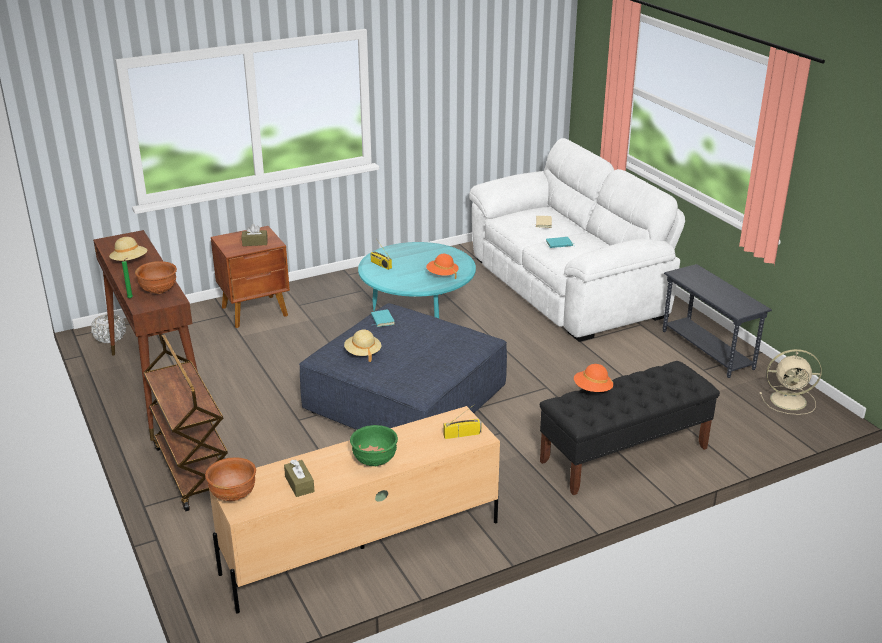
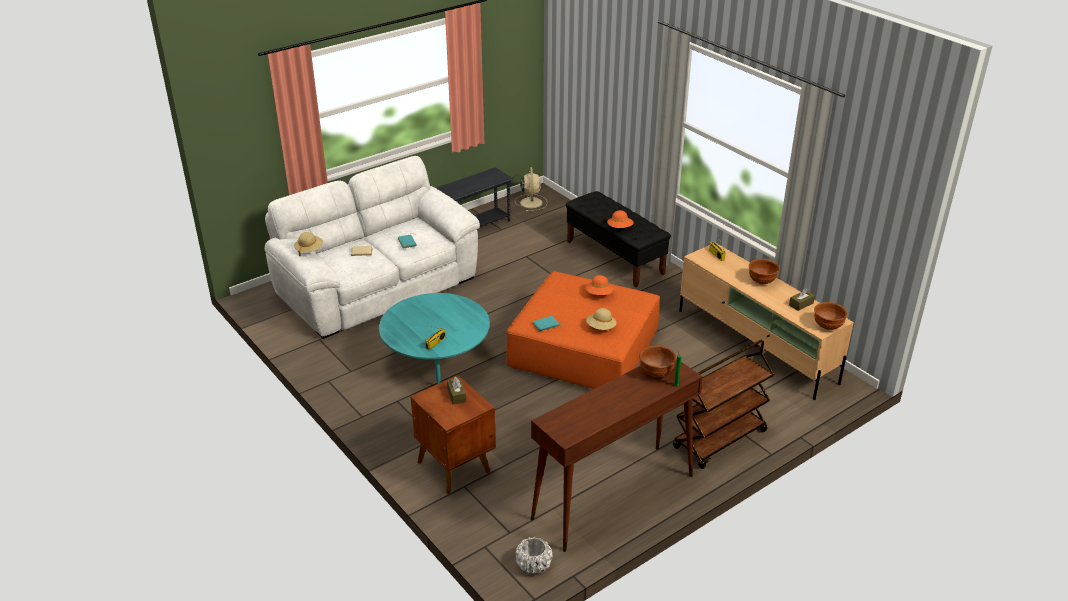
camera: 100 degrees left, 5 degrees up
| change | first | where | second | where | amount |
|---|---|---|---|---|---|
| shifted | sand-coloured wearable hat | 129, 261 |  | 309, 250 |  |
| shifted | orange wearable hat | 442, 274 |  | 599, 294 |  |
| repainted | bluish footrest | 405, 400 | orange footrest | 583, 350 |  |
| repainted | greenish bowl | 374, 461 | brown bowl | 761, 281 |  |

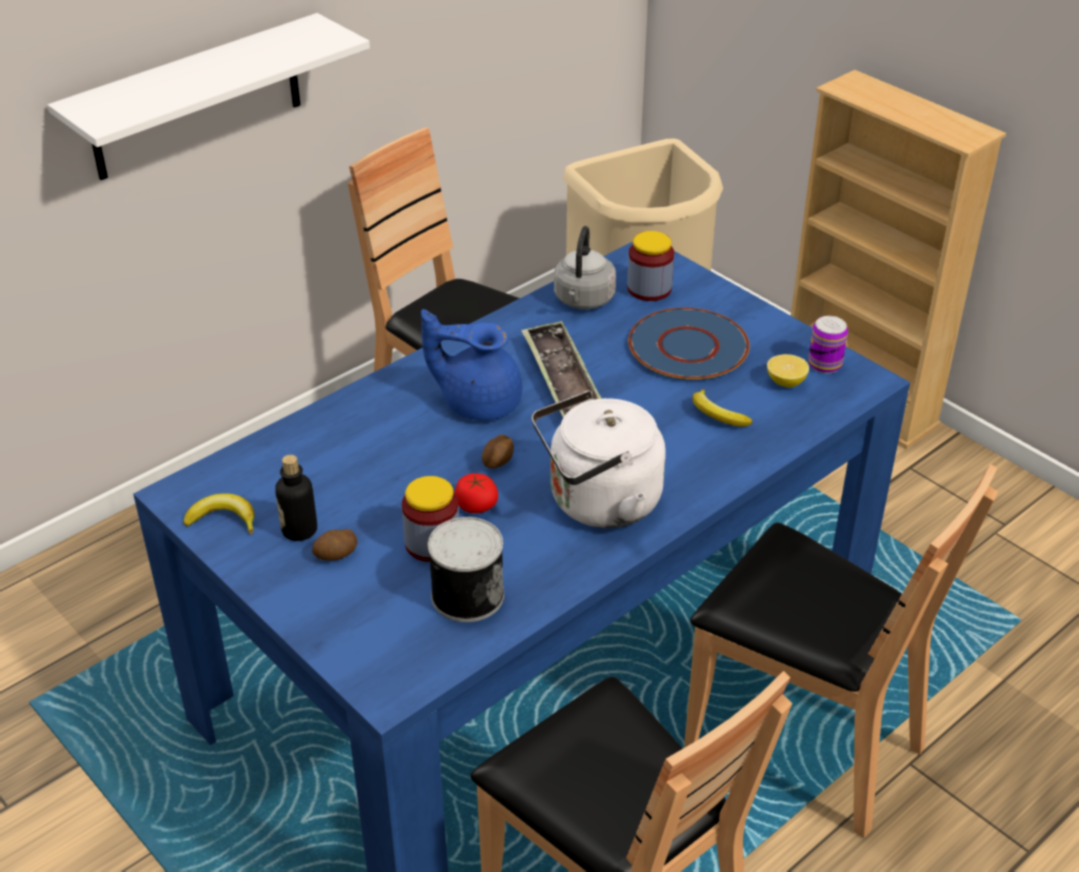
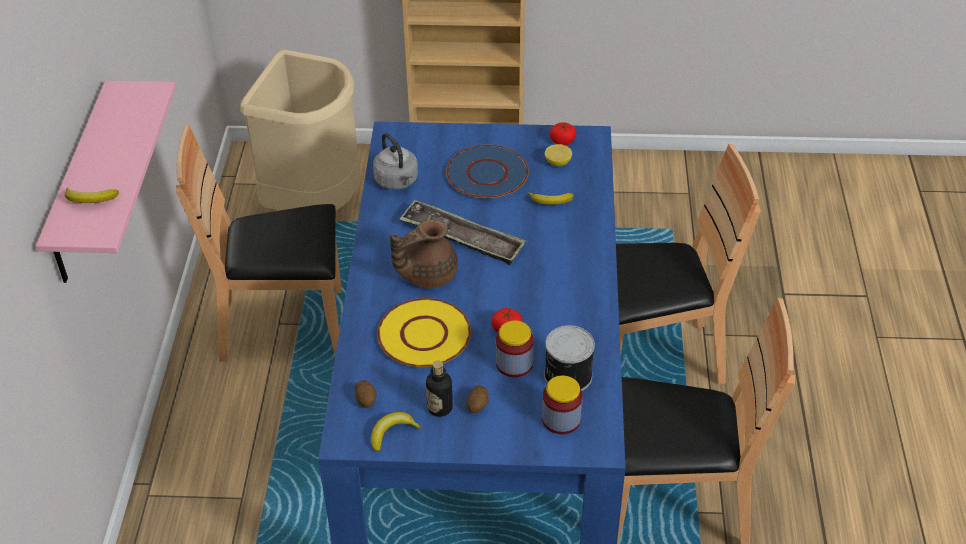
camera: 45 degrees left, 5 degrees up
| change | first | where | second | where | amount |
|---|---|---|---|---|---|
| repainted | white-coloured bracket shelf | 196, 98 | pink bracket shelf | 81, 186 |  |
| shifted | jar | 649, 289 |  | 561, 419 |  |
| repainted | bluish pot for tea | 478, 401 | brown pot for tea | 427, 275 |  |
| swapped | can | 825, 364 | tomato | 562, 141 |  |
| gone | white-coloured tea kettle | 598, 503 |  |  |  |
| shifted | potato | 498, 461 |  | 366, 399 |  |
| new |  |  | banana fruit | 90, 200 |  |
| new |  |  | yellowish flat dish | 424, 334 |  |

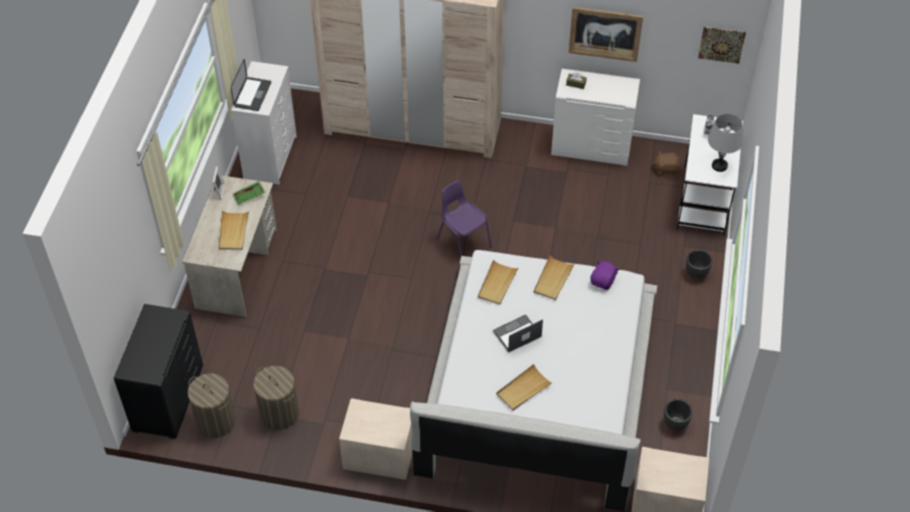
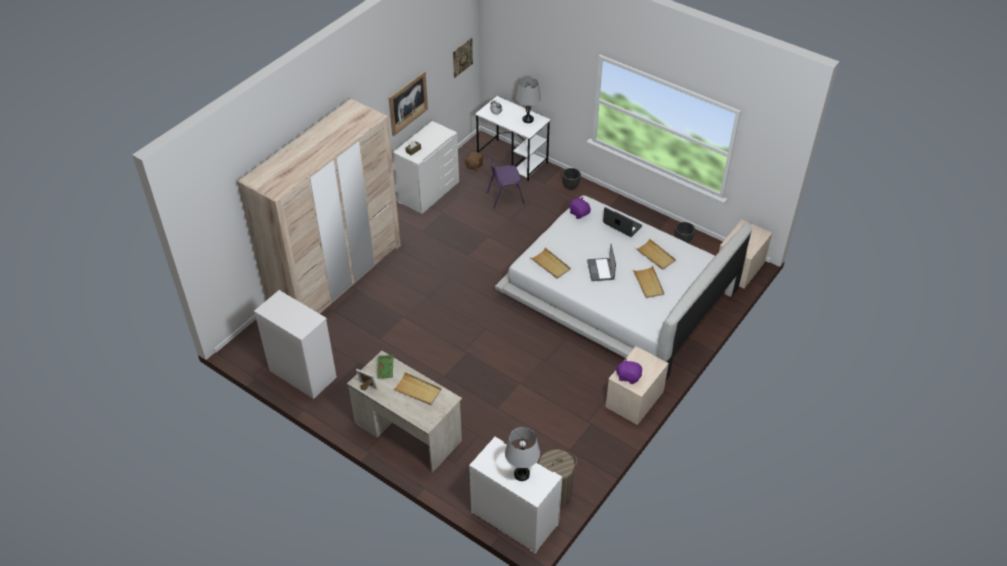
camera: 65 degrees left, 5 degrees down
| change | first | where | second | where | amount |
|---|---|---|---|---|---|
| shifted | laptop | 252, 94 |  | 622, 225 |  |
| shifted | purple upright chair | 463, 242 |  | 505, 198 |  |
| shifted | sand-coloured serving tray | 553, 279 |  | 655, 256 |  |
| repainted | blackish drawer chest | 167, 398 | white-coloured drawer chest | 514, 519 |  |
| gone | hamper | 279, 414 |  |  |  |
| new |  |  | purple cuddly toy | 628, 376 |  |
| new |  |  | grey table lamp | 521, 474 |  |

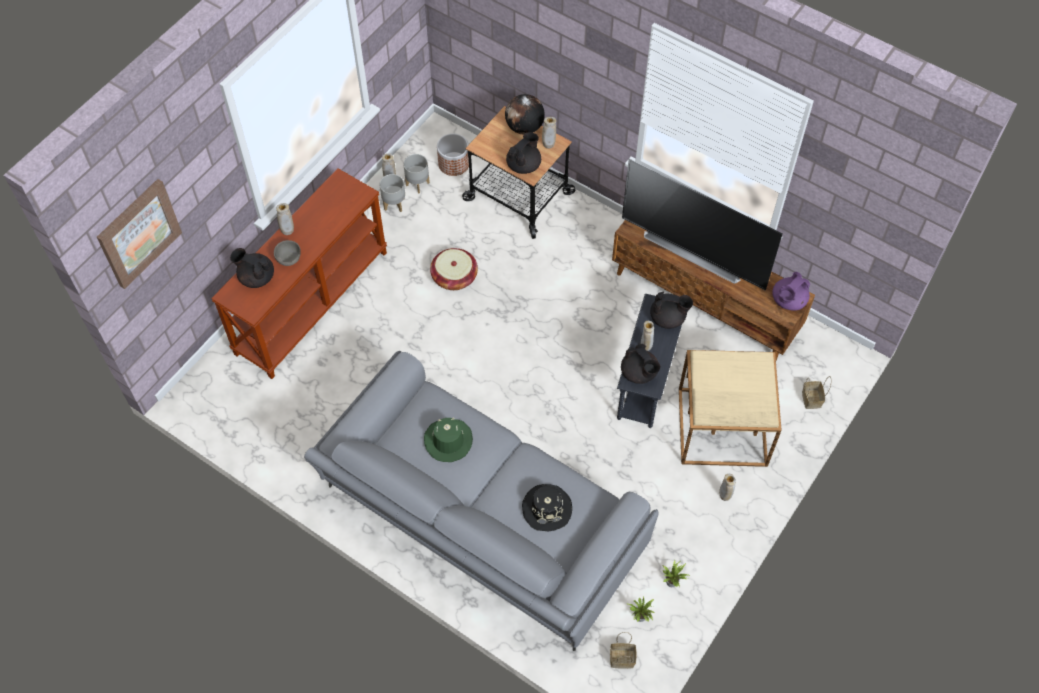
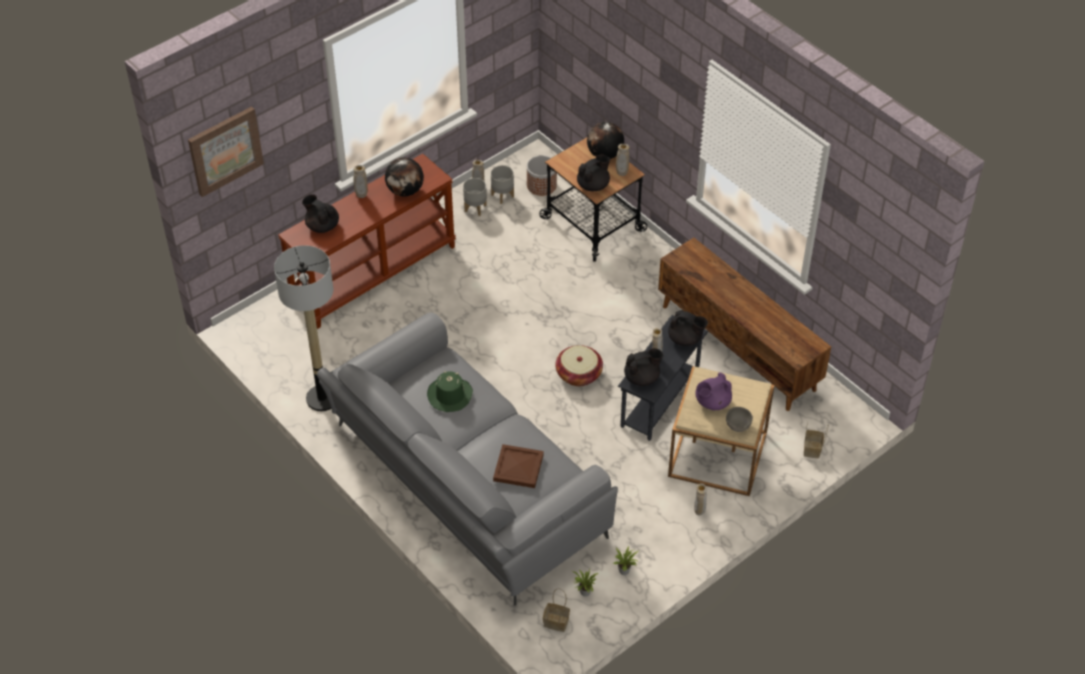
camera: 15 degrees right, 10 degrees down
| change | first | where | second | where | amount |
|---|---|---|---|---|---|
| gone | television | 695, 250 |  |  |  |
| shifted | grey bowl | 288, 259 |  | 737, 426 |  |
| shifted | basket | 454, 277 |  | 579, 374 |  |
| shifted | purple pot for tea | 788, 301 |  | 712, 402 |  |
| rotated | blackish pot for tea | 639, 373 |  | 642, 378 | 90 degrees counterclockwise |
| swapped | blackish wearable hat | 547, 508 | brown serving tray | 519, 467 |  |
| new |  |  | desk globe | 405, 191 |  |
| new |  |  | floor lamp | 322, 398 |  |

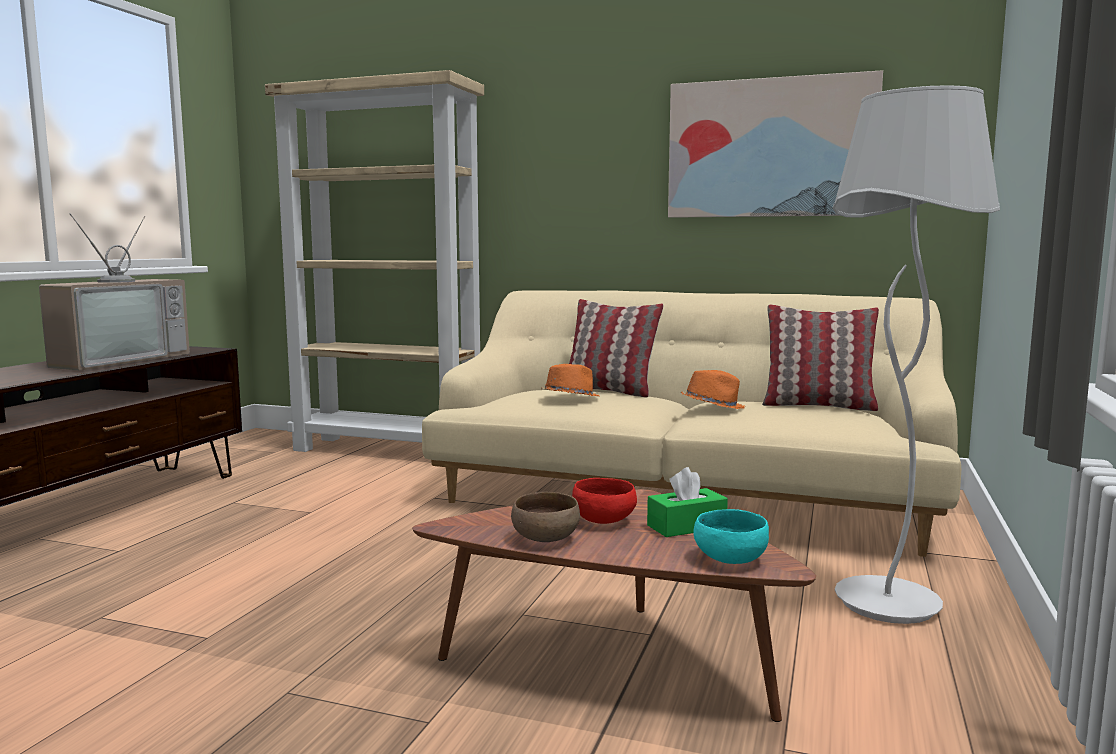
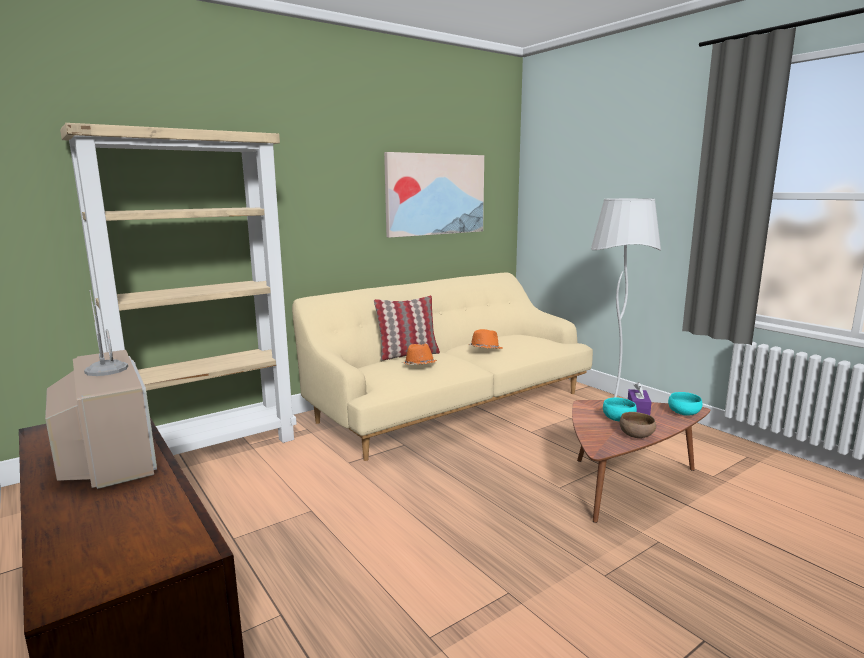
camera: 55 degrees left, 5 degrees up
| change | first | where | second | where | amount |
|---|---|---|---|---|---|
| gone | throw pillow | 818, 406 |  |  |  |
| repainted | greenish tissue box | 686, 526 | purple tissue box | 638, 408 |  |
| repainted | red-coloured bowl | 605, 521 | turquoise bowl | 618, 419 |  |

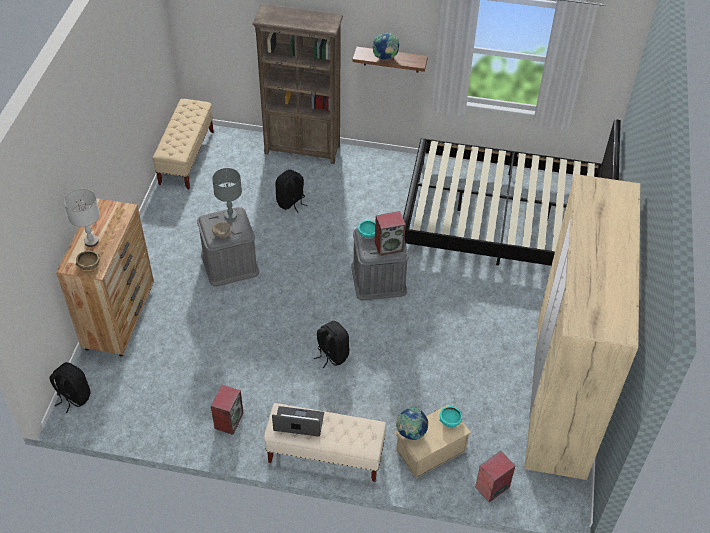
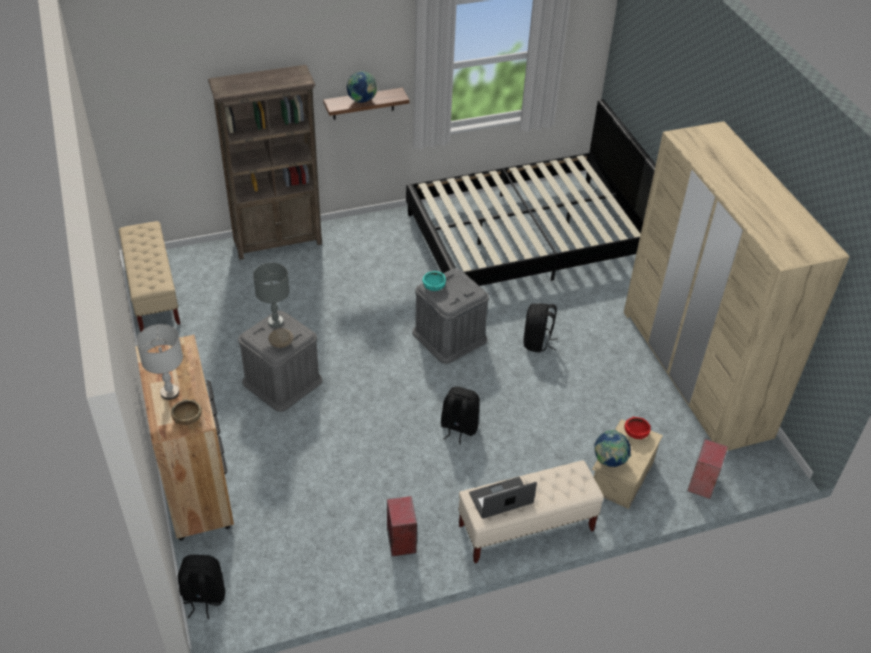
camera: 30 degrees left, 5 degrees down
| change | first | where | second | where | amount |
|---|---|---|---|---|---|
| shifted | blackish backpack | 291, 202 |  | 537, 342 |  |
| gone | loudspeaker | 389, 246 |  |  |  |
| repainted | turquoise bowl | 450, 420 | red-coloured bowl | 635, 433 |  |

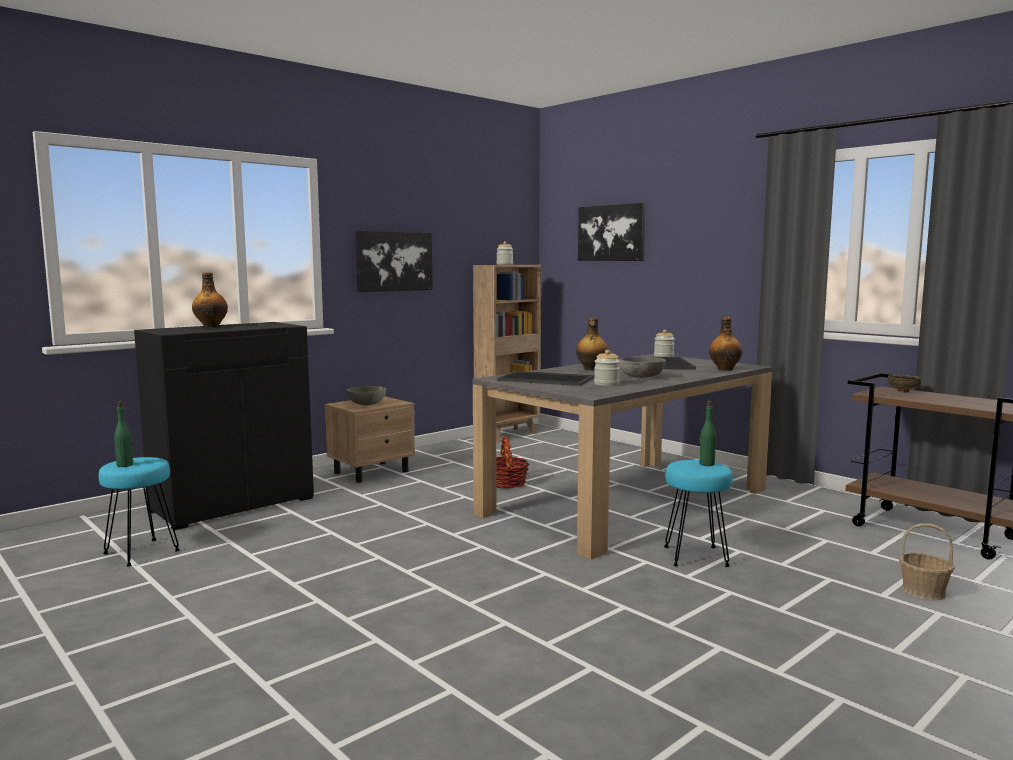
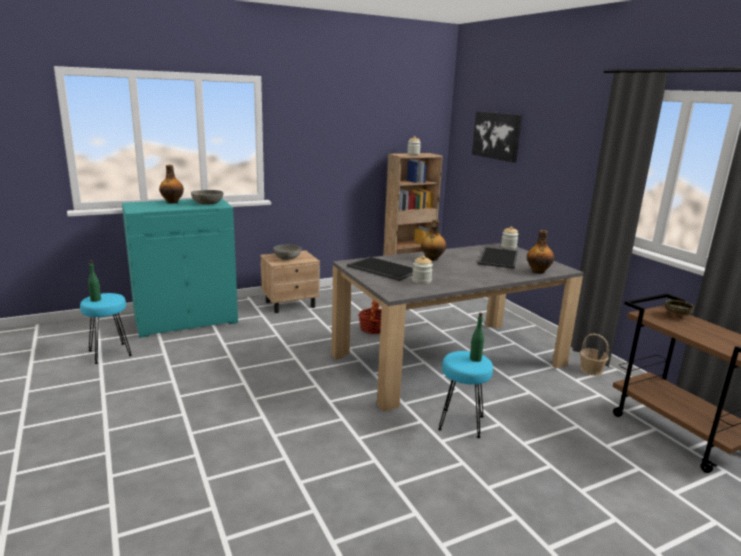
camera: 15 degrees right, 10 degrees up
| change | first | where | second | where | amount |
|---|---|---|---|---|---|
| gone | wall picture | 394, 261 |  |  |  |
| repainted | blackish cabinet | 233, 504 | turquoise cabinet | 186, 320 |  |
| shifted | grey bowl | 642, 377 |  | 208, 204 |  |
| shifted | basket | 924, 591 |  | 591, 370 |  |

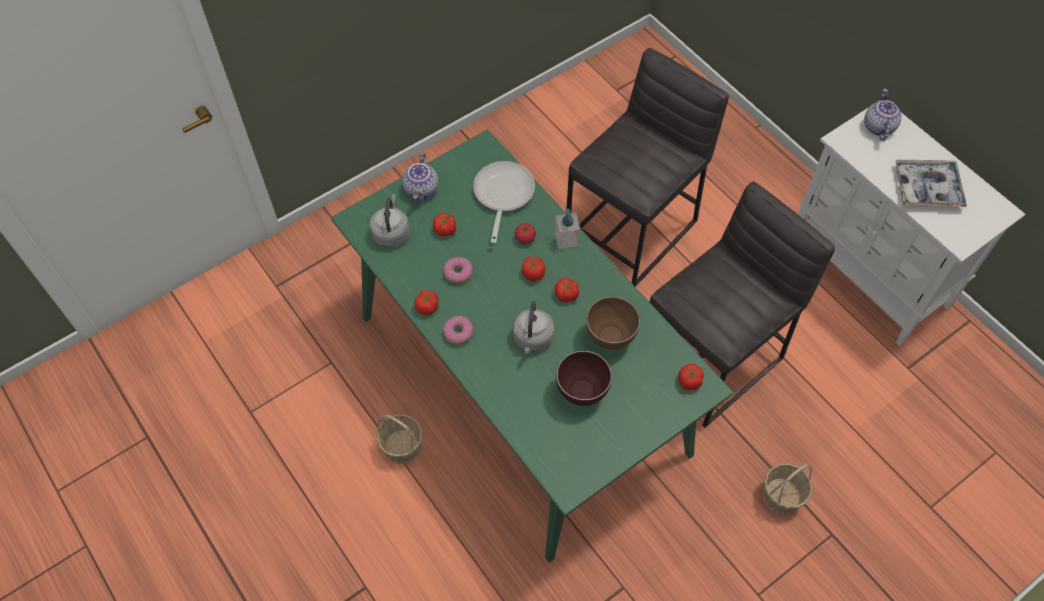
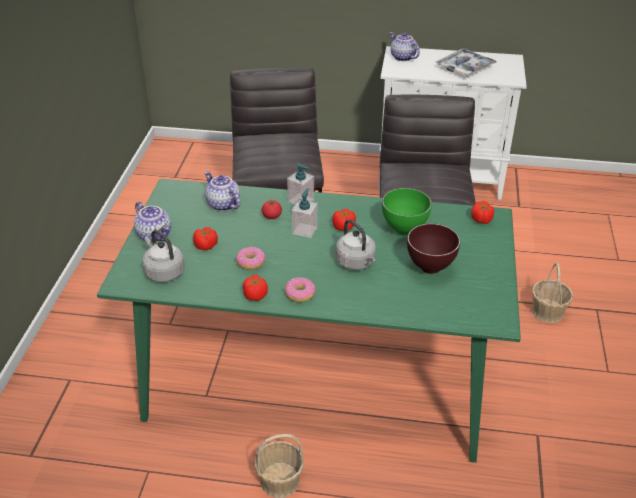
camera: 45 degrees left, 20 degrees down
| change | first | where | second | where | amount |
|---|---|---|---|---|---|
| swapped | skillet | 502, 195 | pot for tea | 222, 204 |  |
| swapped | tomato | 533, 273 | soap dispenser | 305, 230 |  |
| repainted | brown bowl | 609, 339 | greenish bowl | 404, 231 |  |

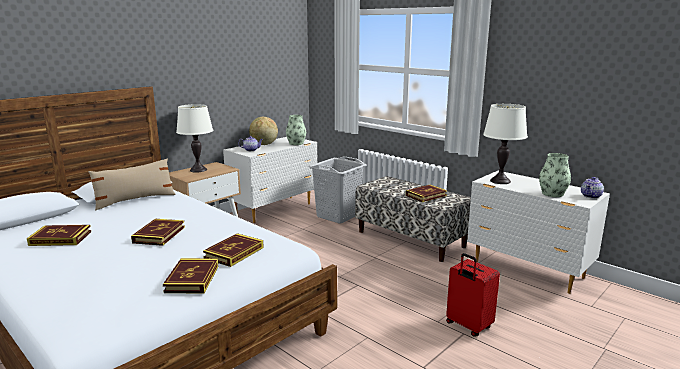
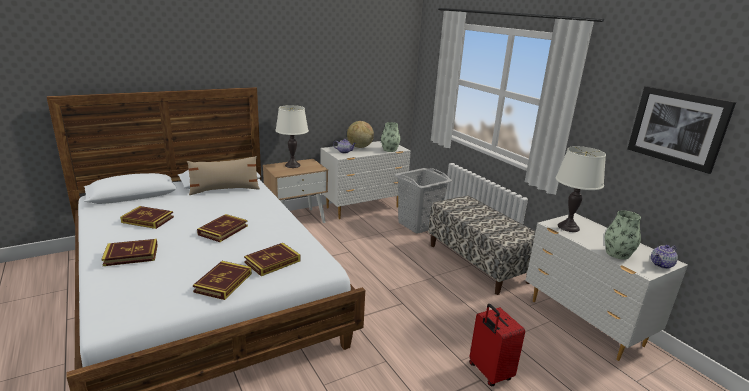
camera: 15 degrees right, 5 degrees up
| change | first | where | second | where | amount |
|---|---|---|---|---|---|
| shifted | bound book | 426, 195 |  | 131, 255 |  |
| new |  |  | wall picture | 677, 127 |  |

